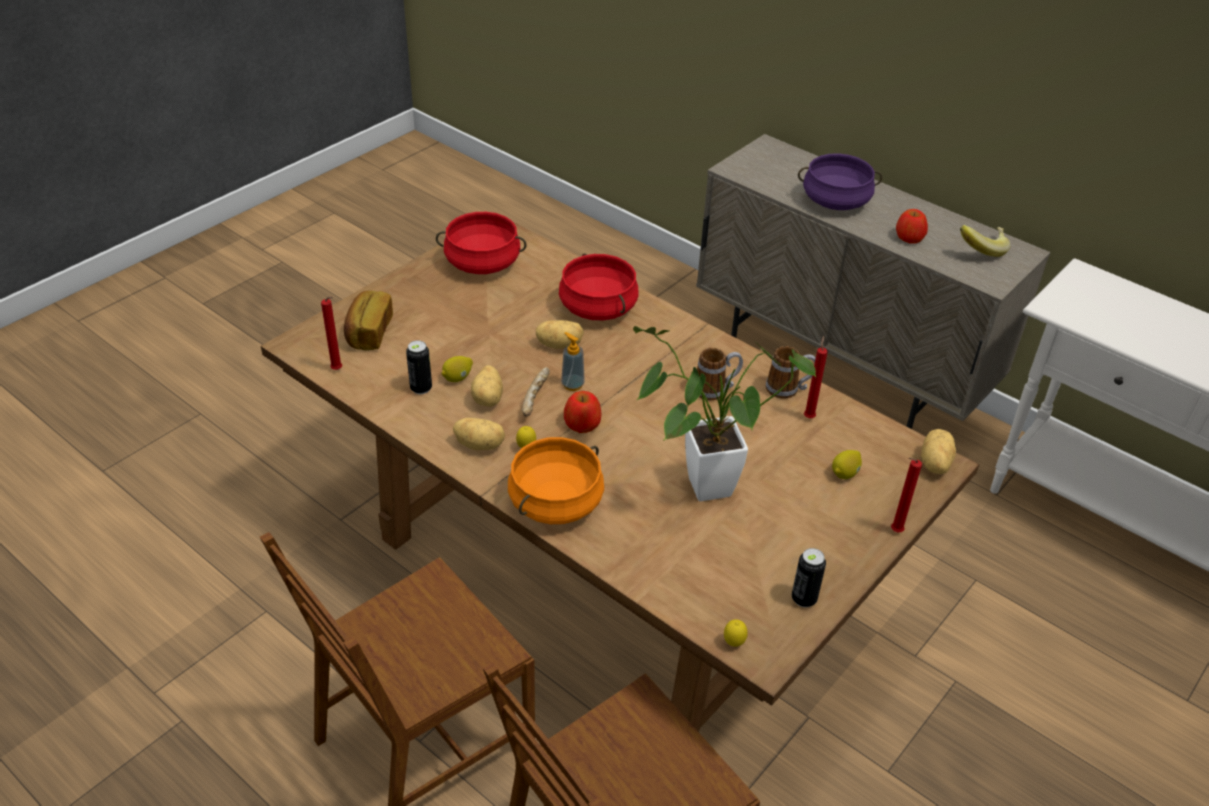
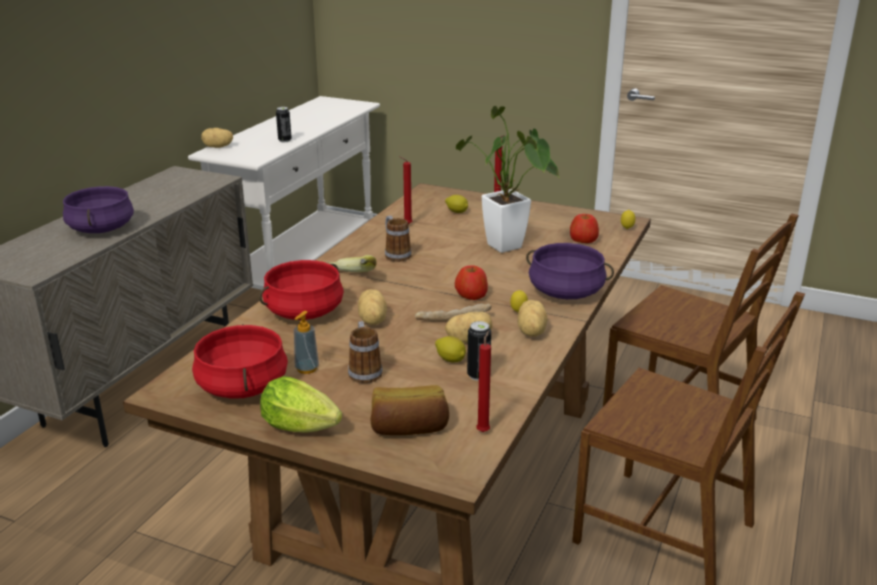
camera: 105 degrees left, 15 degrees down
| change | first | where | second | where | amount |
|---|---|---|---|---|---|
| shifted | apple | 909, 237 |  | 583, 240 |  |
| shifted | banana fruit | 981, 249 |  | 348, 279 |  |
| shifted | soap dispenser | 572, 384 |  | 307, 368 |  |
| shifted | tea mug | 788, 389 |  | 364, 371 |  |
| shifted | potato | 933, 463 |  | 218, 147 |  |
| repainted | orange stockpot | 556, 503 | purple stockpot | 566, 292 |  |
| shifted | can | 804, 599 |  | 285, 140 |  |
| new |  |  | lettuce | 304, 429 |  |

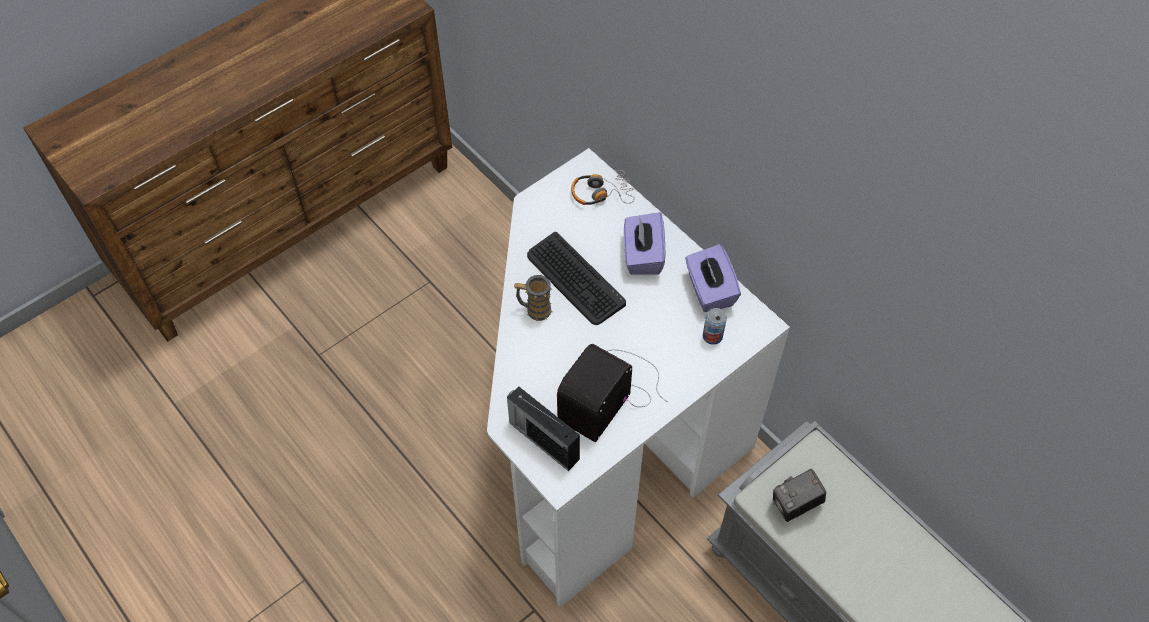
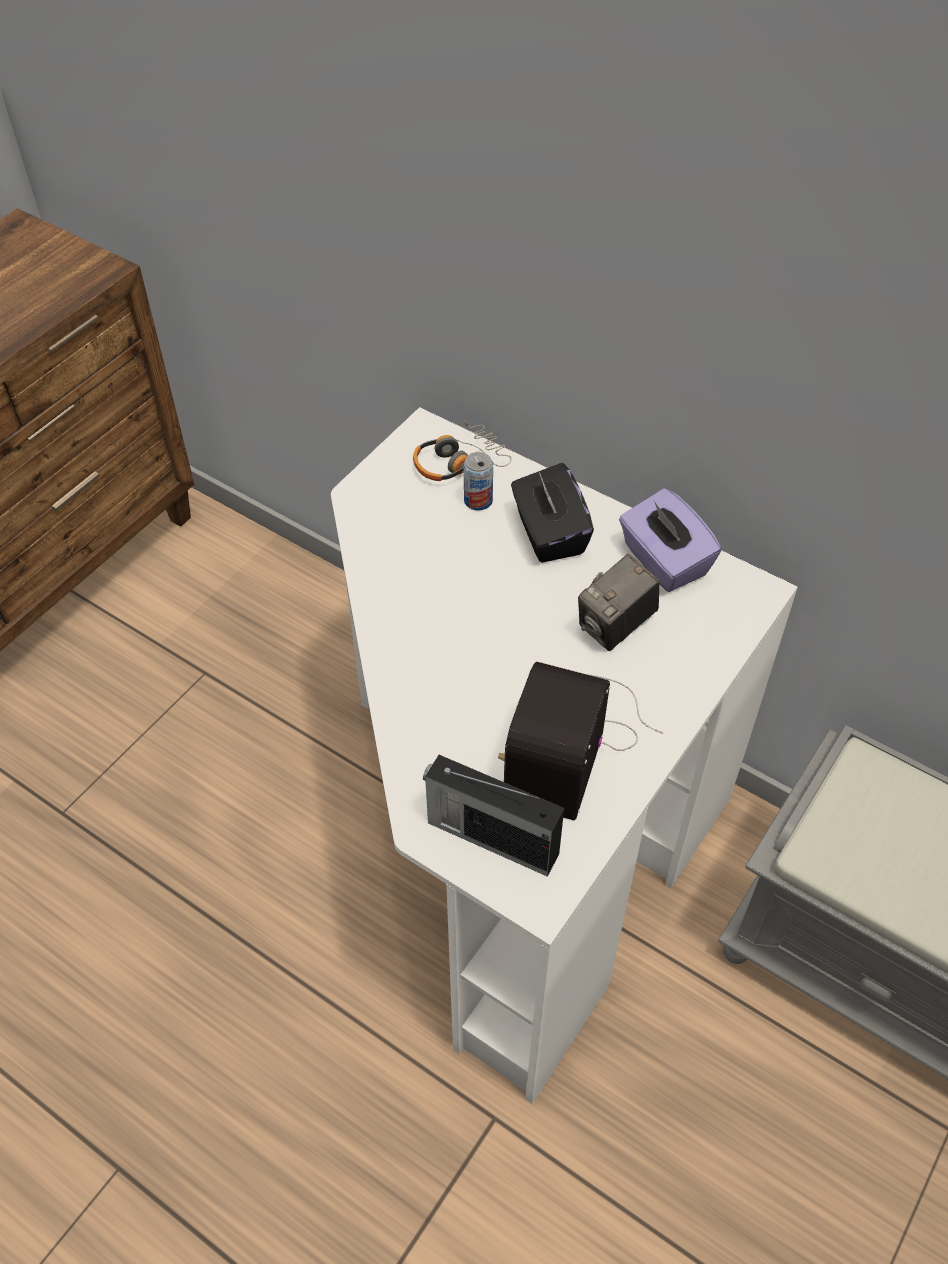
camera: 15 degrees left, 5 degrees down
| change | first | where | second | where | amount |
|---|---|---|---|---|---|
| repainted | purple tissue box | 642, 255 | blackish tissue box | 549, 534 |  |
| gone | PC keyboard | 575, 279 |  |  |  |
| gone | tea mug | 534, 309 |  |  |  |
| shifted | can | 712, 336 |  | 478, 501 |  |
| shifted | photo camera | 795, 505 |  | 615, 626 |  |

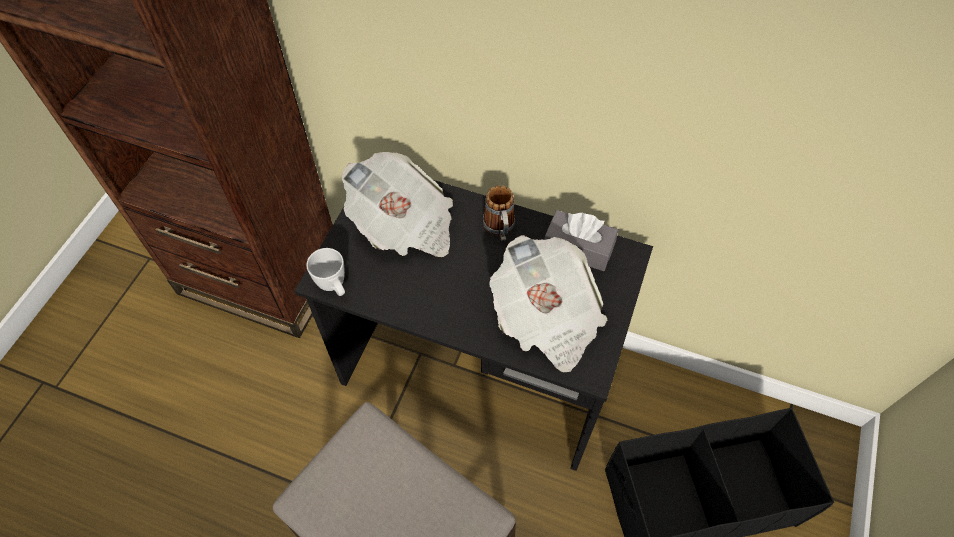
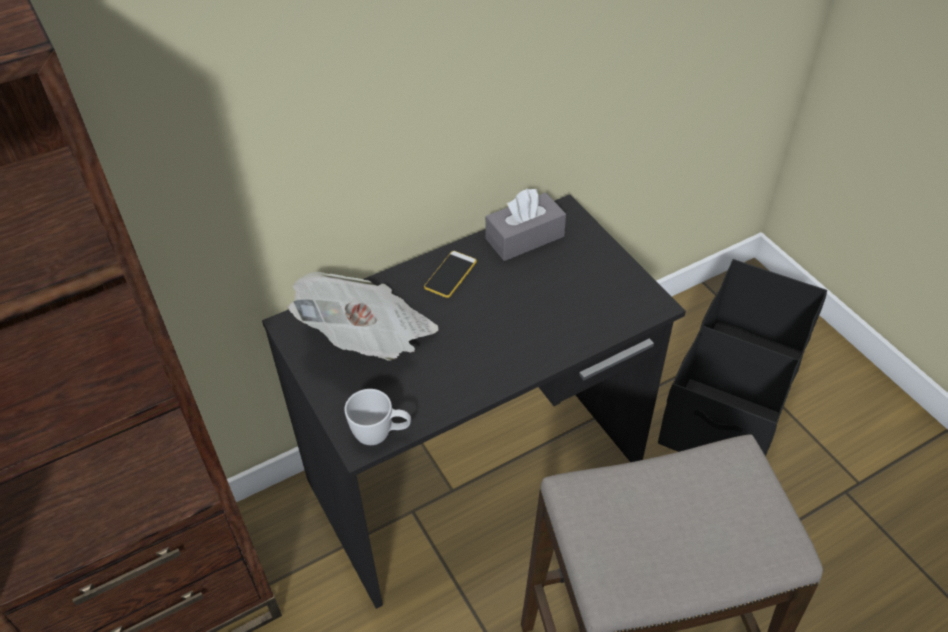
camera: 50 degrees left, 10 degrees down
| change | first | where | second | where | amount |
|---|---|---|---|---|---|
| swapped | tea mug | 500, 229 | telephone | 450, 274 |  |
| gone | printed paper | 547, 318 |  |  |  |

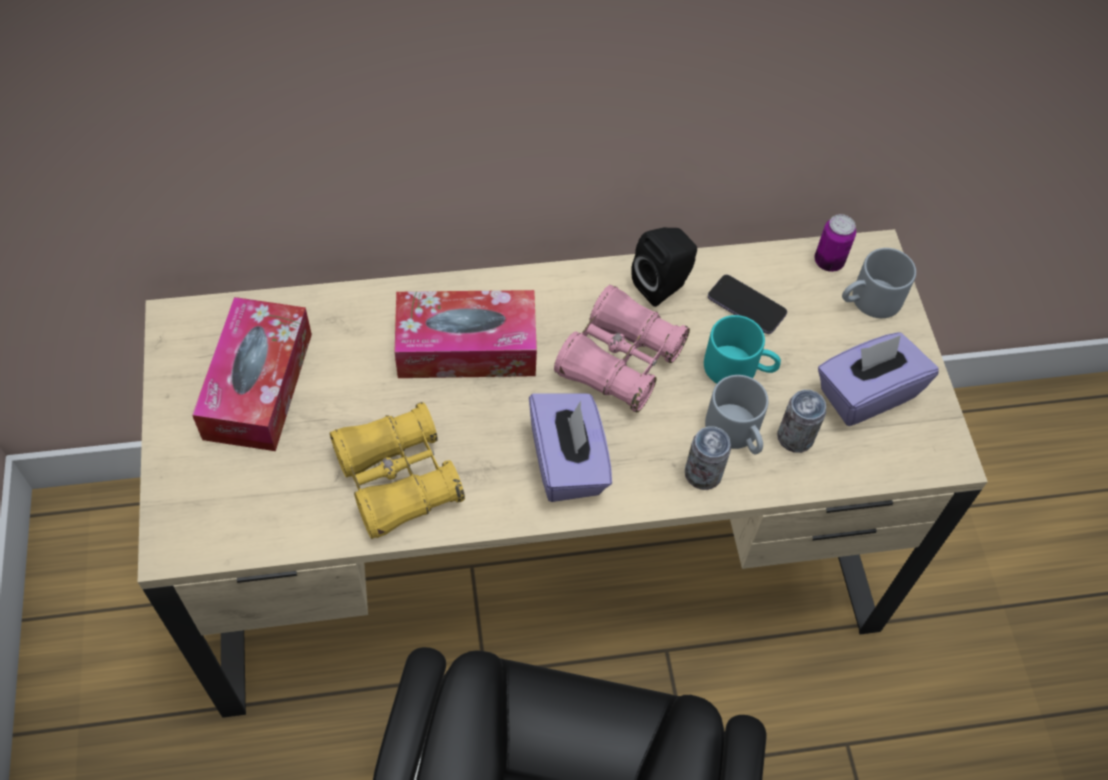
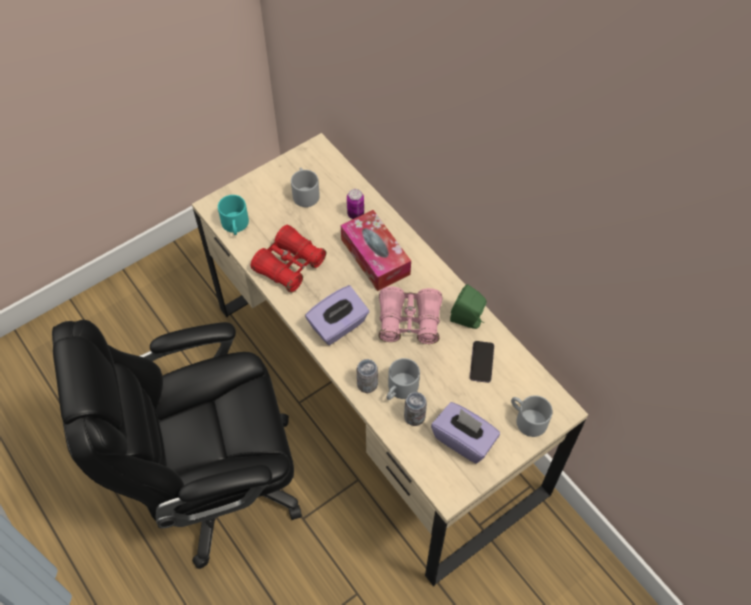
camera: 65 degrees right, 0 degrees up
| change | first | where | second | where | amount |
|---|---|---|---|---|---|
| shifted | can | 828, 262 |  | 355, 214 |  |
| repainted | blackish loudspeaker | 663, 285 | greenish loudspeaker | 468, 320 |  |
| swapped | tissue box | 258, 385 | grey tea mug | 304, 193 |  |
| shifted | turquoise tea mug | 739, 368 |  | 236, 225 |  |
| repainted | yellowish field glasses | 397, 479 | red-coloured field glasses | 289, 265 |  |

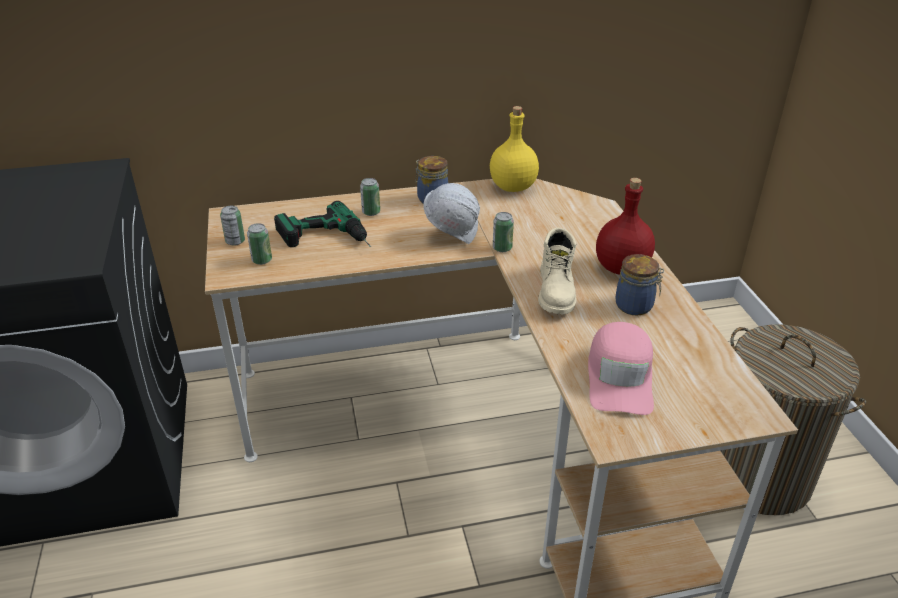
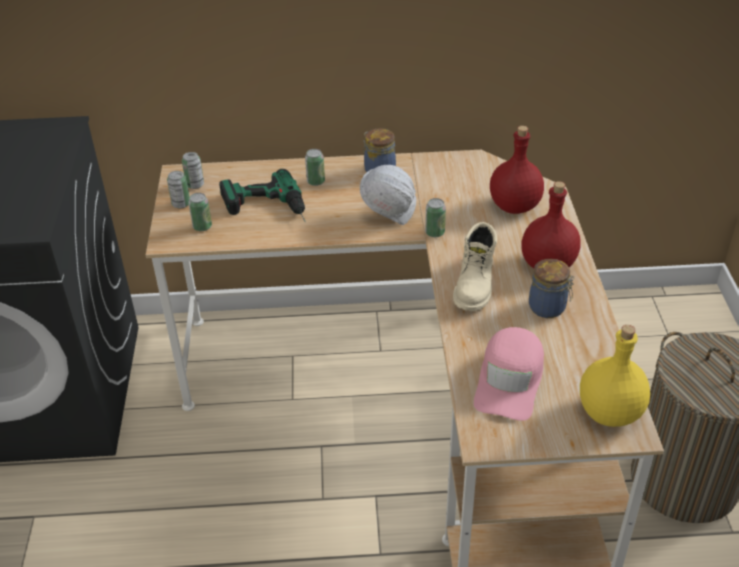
camera: 10 degrees right, 5 degrees up
| change | first | where | second | where | amount |
|---|---|---|---|---|---|
| shifted | yellowish bottle | 513, 187 |  | 609, 413 |  |
| new |  |  | red-coloured bottle | 514, 207 |  |
| new |  |  | can | 195, 185 |  |

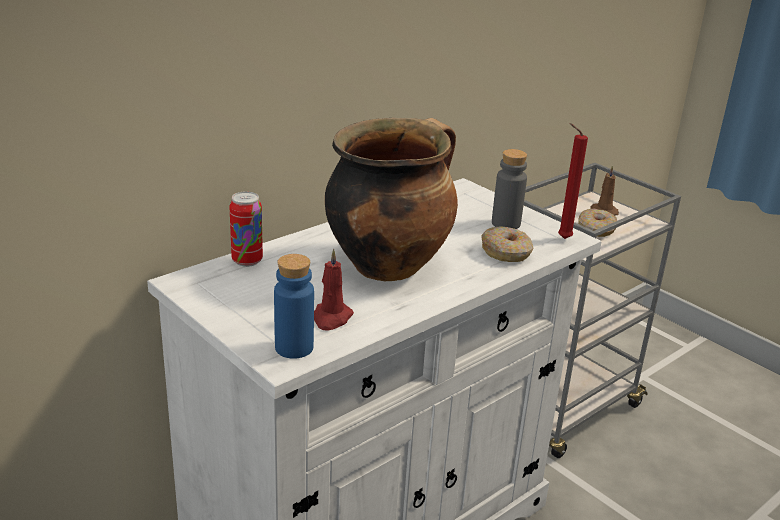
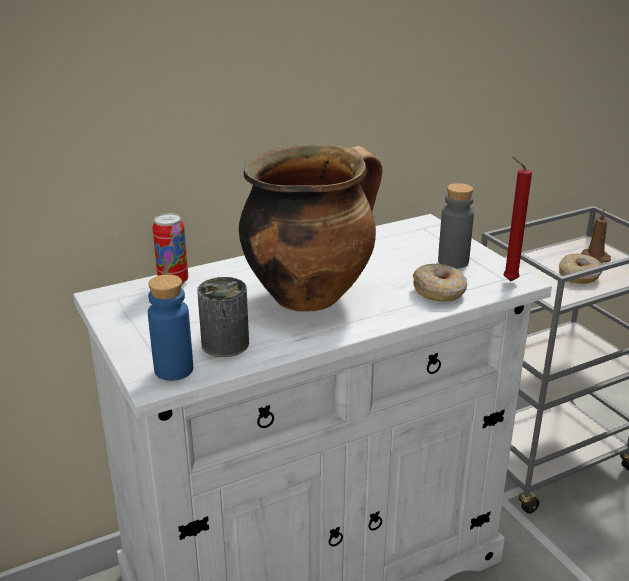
camera: 15 degrees right, 0 degrees up
| change | first | where | second | where | amount |
|---|---|---|---|---|---|
| swapped | red-coloured candle | 331, 318 | can | 225, 344 |  |

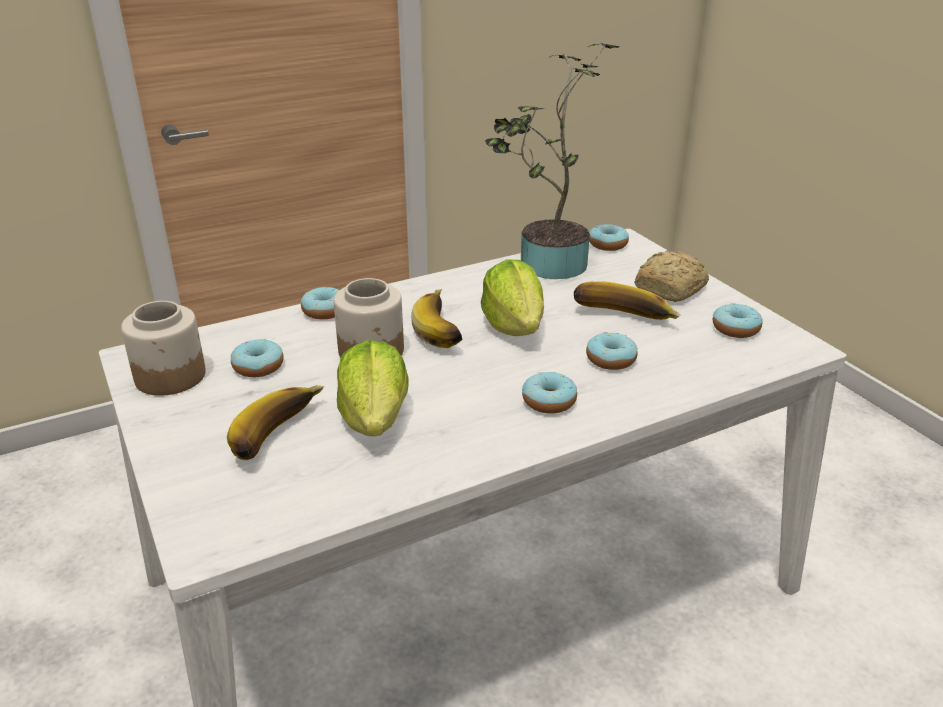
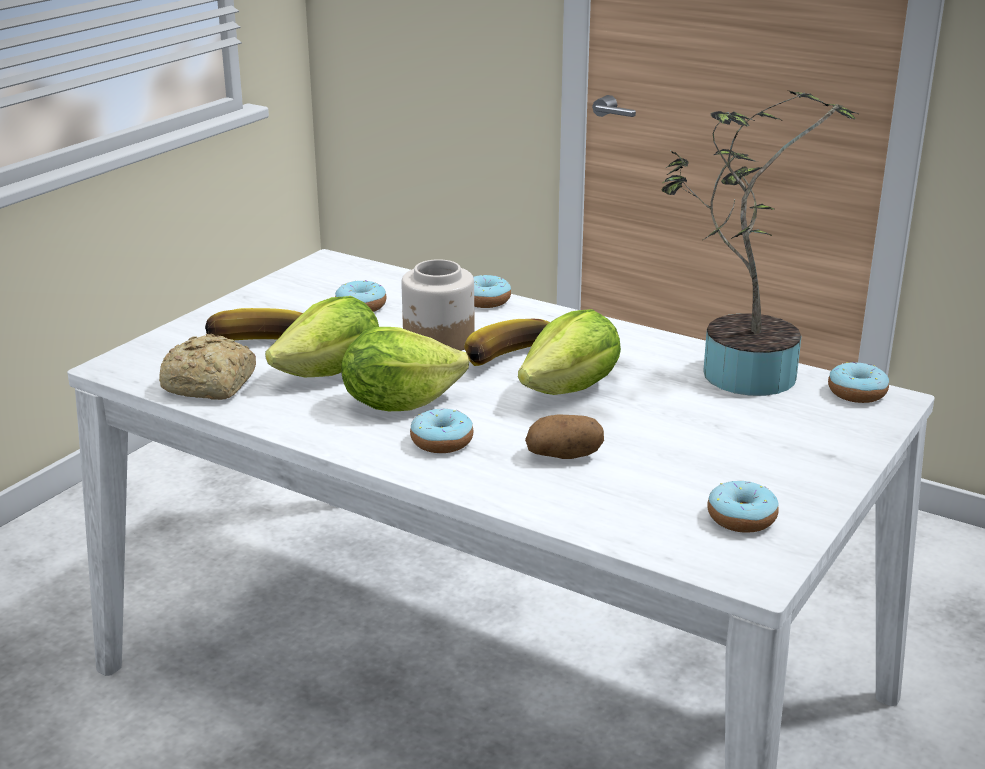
camera: 60 degrees right, 5 degrees down
| change | first | where | second | where | amount |
|---|---|---|---|---|---|
| shifted | bakery bread | 672, 288 |  | 211, 386 |  |
| gone | banana fruit | 622, 319 |  |  |  |
| gone | jar | 171, 376 |  |  |  |
| swapped | doughnut | 611, 359 | potato | 564, 455 |  |
| new |  |  | lettuce | 399, 403 |  |

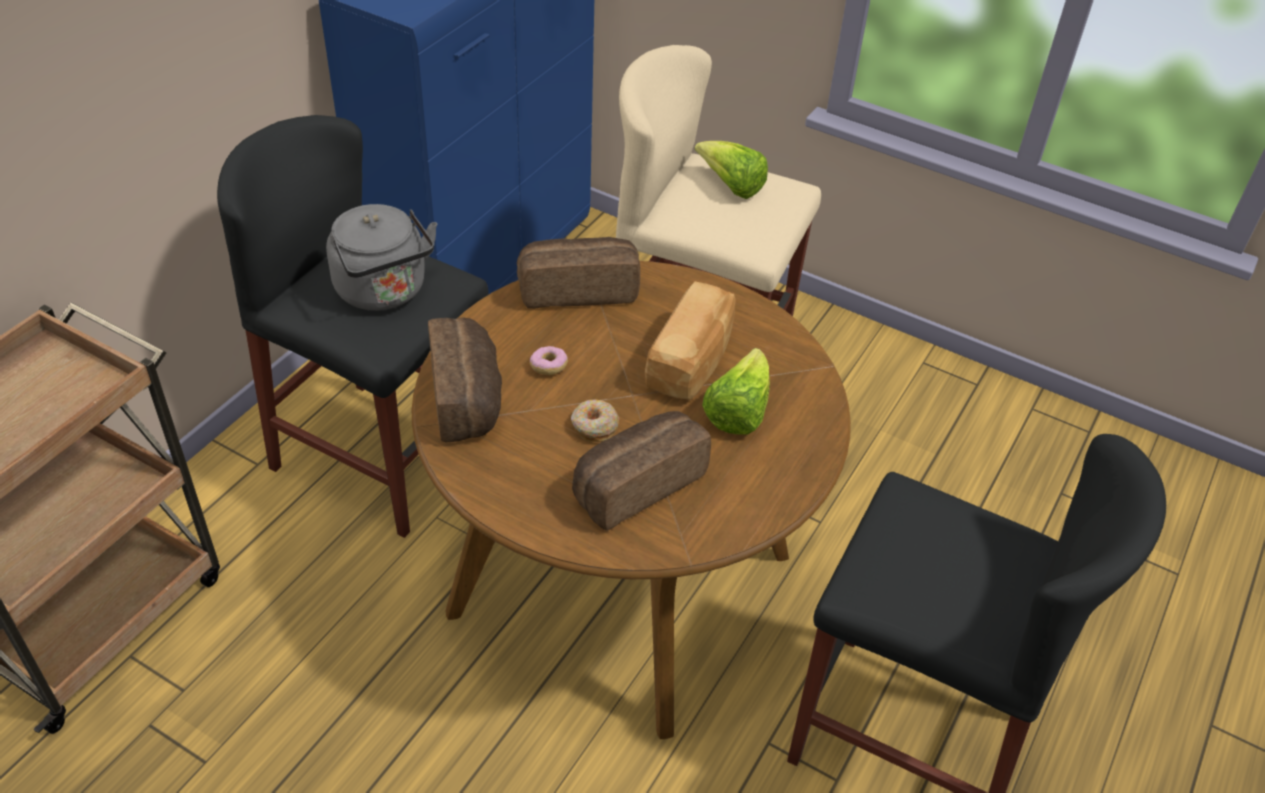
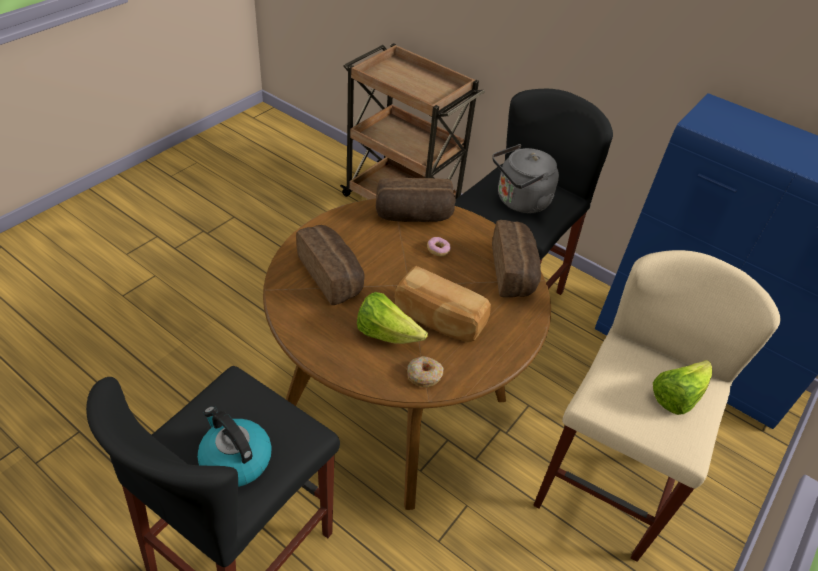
camera: 95 degrees right, 0 degrees up
| change | first | where | second | where | amount |
|---|---|---|---|---|---|
| shifted | doughnut | 594, 426 |  | 424, 375 |  |
| new |  |  | tea kettle | 235, 459 |  |

